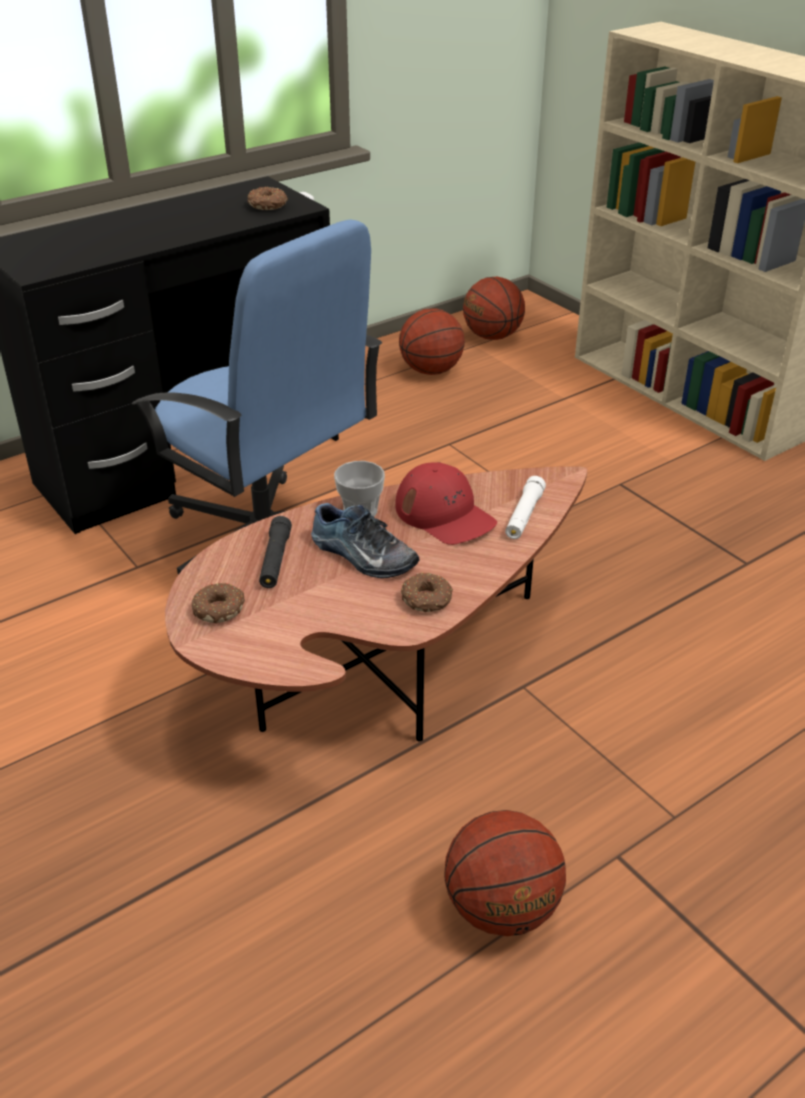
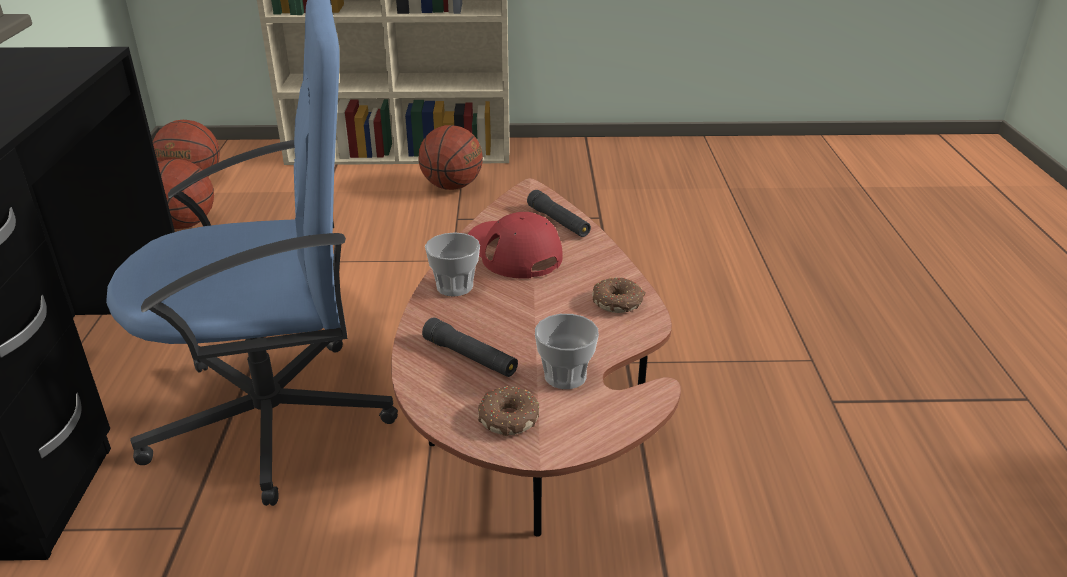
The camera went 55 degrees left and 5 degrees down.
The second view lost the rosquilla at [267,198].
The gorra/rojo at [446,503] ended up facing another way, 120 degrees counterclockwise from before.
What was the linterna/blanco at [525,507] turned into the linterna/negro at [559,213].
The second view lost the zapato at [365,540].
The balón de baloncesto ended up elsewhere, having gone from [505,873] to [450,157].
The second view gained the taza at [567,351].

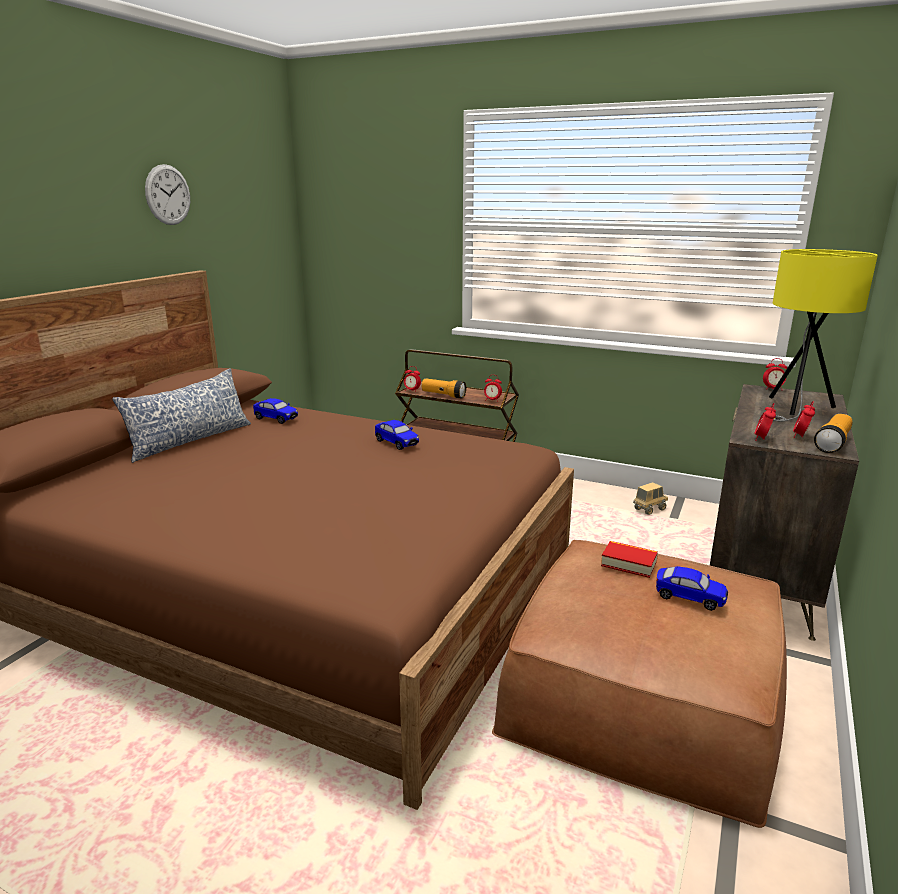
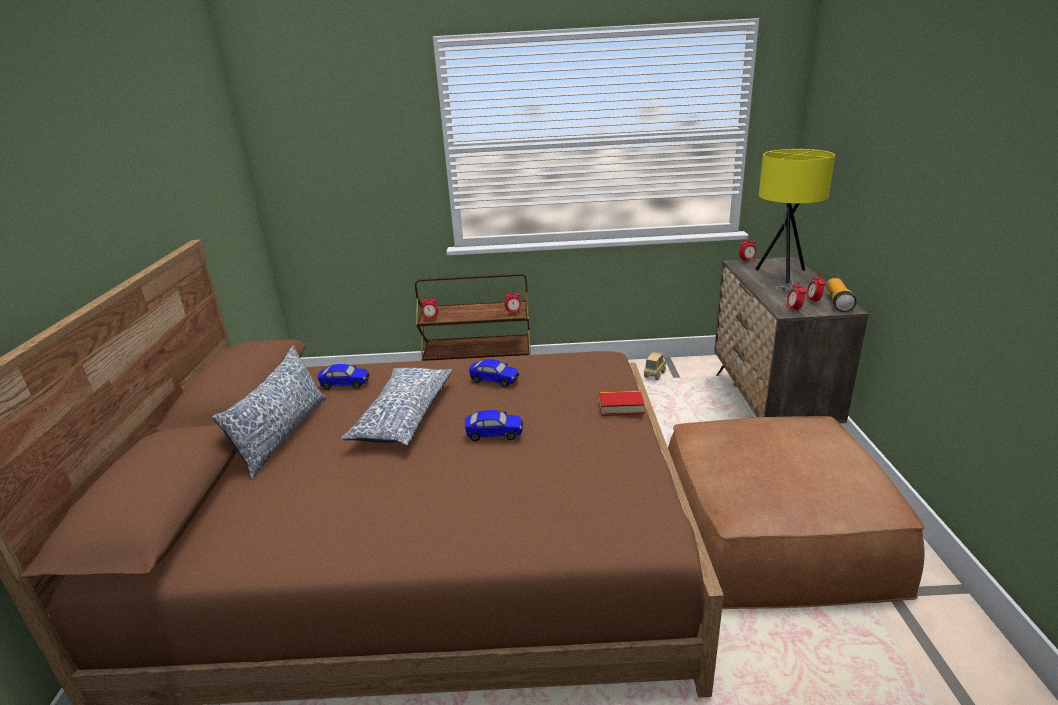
The camera went 25 degrees left and 5 degrees up.
The second view lost the reloj de pared at [167,194].
The second view lost the linterna at [444,389].
The libro ended up elsewhere, having gone from [629,559] to [622,403].
The coche de juguete ended up elsewhere, having gone from [692,588] to [494,425].
The second view gained the cojín at [397,407].

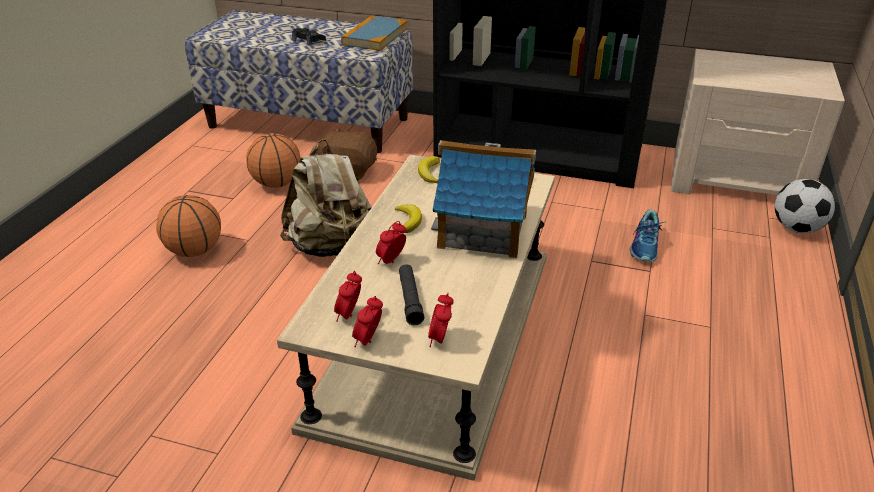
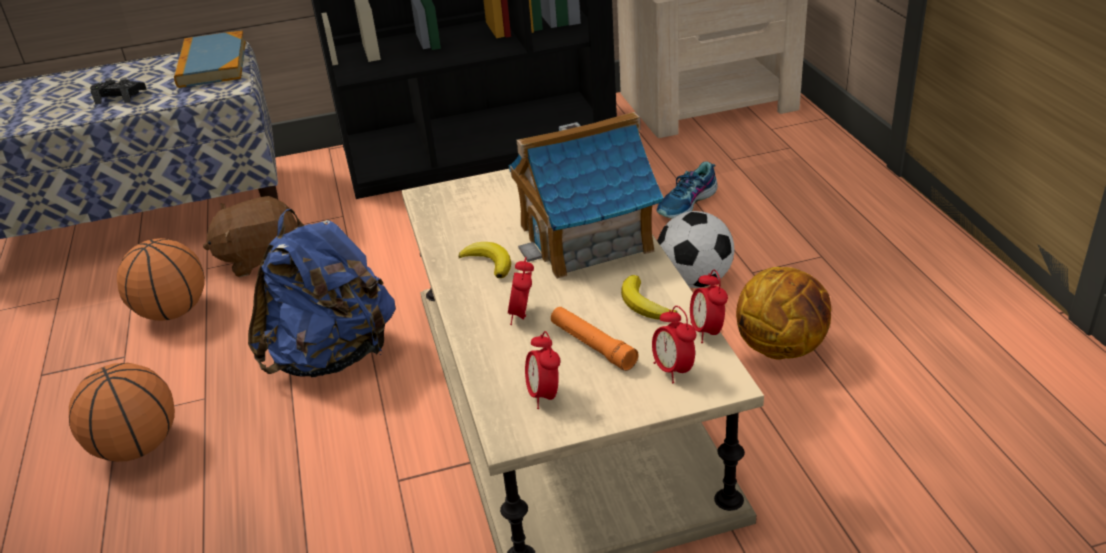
The camera went 30 degrees left and 0 degrees up.
What was the mochila/beis at [326,198] turned into the mochila/azul at [322,293].
The plátano ended up elsewhere, having gone from [429,169] to [649,297].
The balón de fútbol ended up elsewhere, having gone from [805,206] to [695,249].
The zapato at [647,236] ended up facing another way, 60 degrees clockwise from before.
What was the linterna/negro at [411,294] turned into the linterna/naranja at [595,339].
The despertador ended up elsewhere, having gone from [367,321] to [709,306].
The second view gained the balón de baloncesto at [783,313].

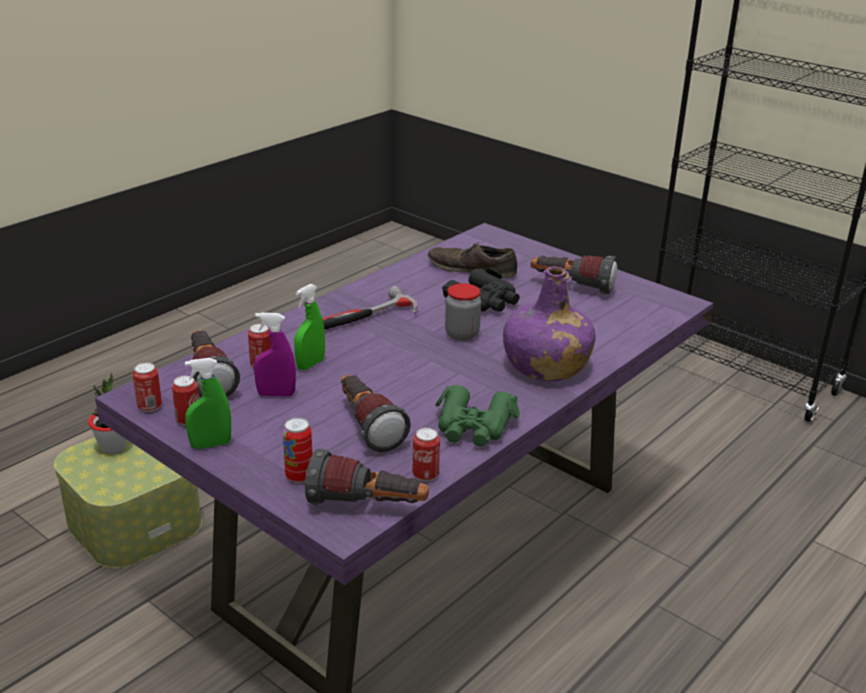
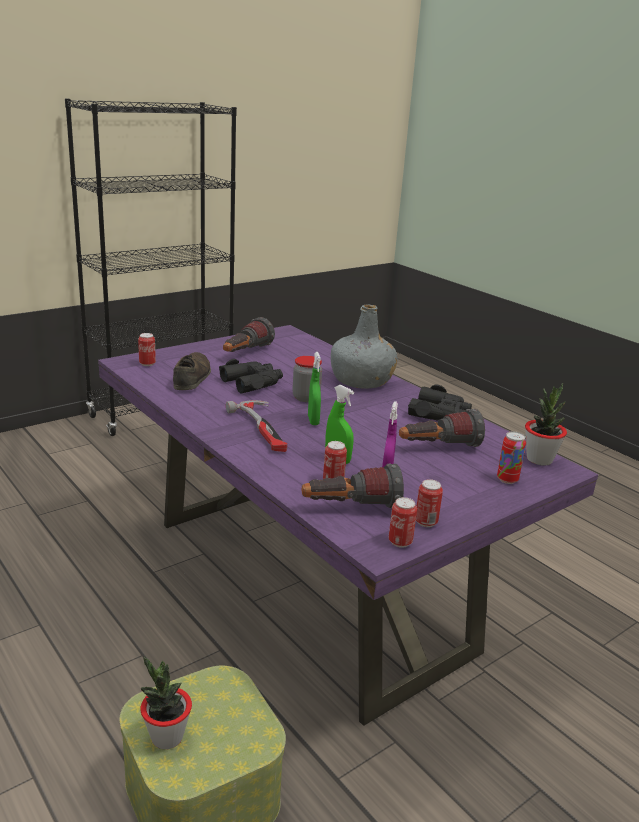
The camera went 80 degrees left and 5 degrees down.
The zapato/marrón at [472,260] ended up facing another way, 150 degrees clockwise from before.
What was the botella/morado at [549,323] turned into the botella/gris at [364,347].
The pulverizador/verde ended up elsewhere, having gone from [208,403] to [314,388].
What was the prismáticos/verde at [477,416] turned into the prismáticos/negro at [440,403].
The lata ended up elsewhere, having gone from [426,454] to [147,349].
Where the linterna stood at [367,477], the planta en maceta came to stand at [546,424].

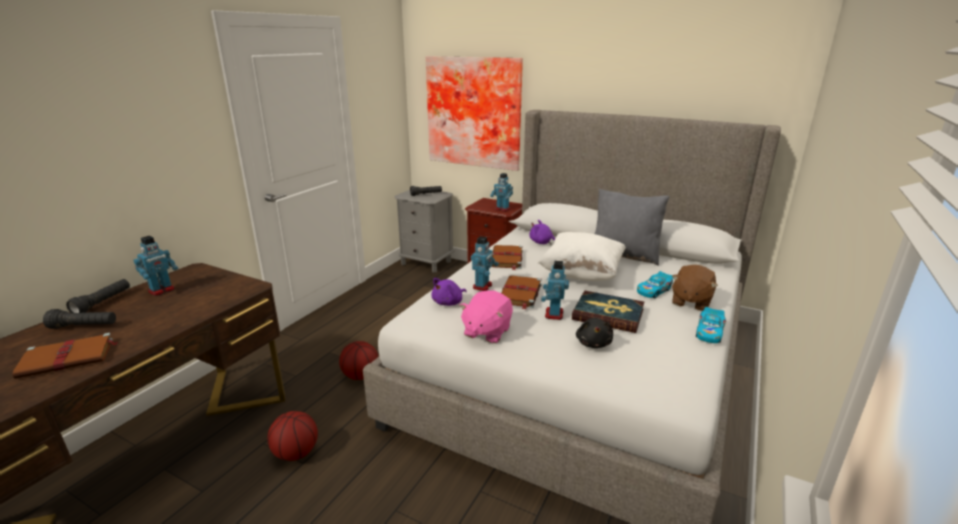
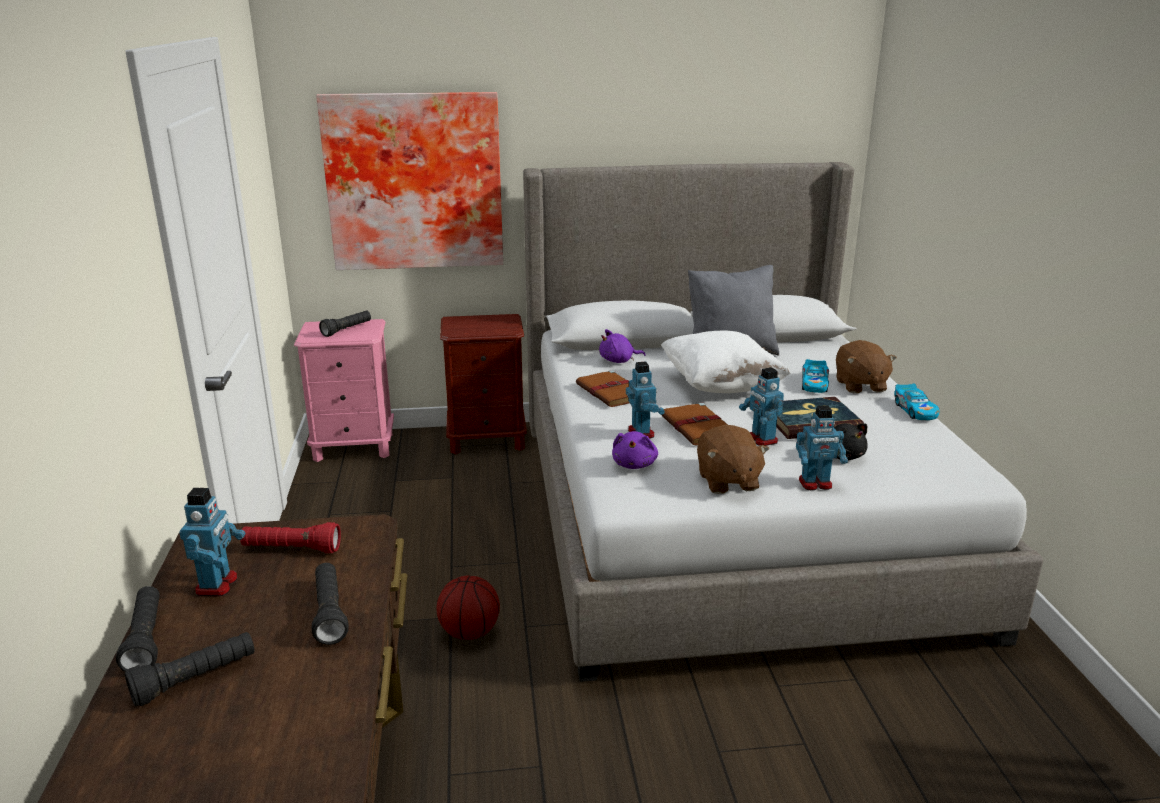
The camera went 35 degrees left and 0 degrees up.
The robot de juguete ended up elsewhere, having gone from [501,192] to [822,447].
What was the mesita de noche/gris at [424,231] turned into the mesita de noche/rosa at [344,390].
What was the peluche/rosa at [486,316] turned into the peluche/marrón at [733,459].
The second view lost the libro/marrón at [65,356].
The second view lost the balón de baloncesto at [292,436].
The second view gained the linterna/rojo at [290,537].
The second view gained the linterna/negro at [330,604].

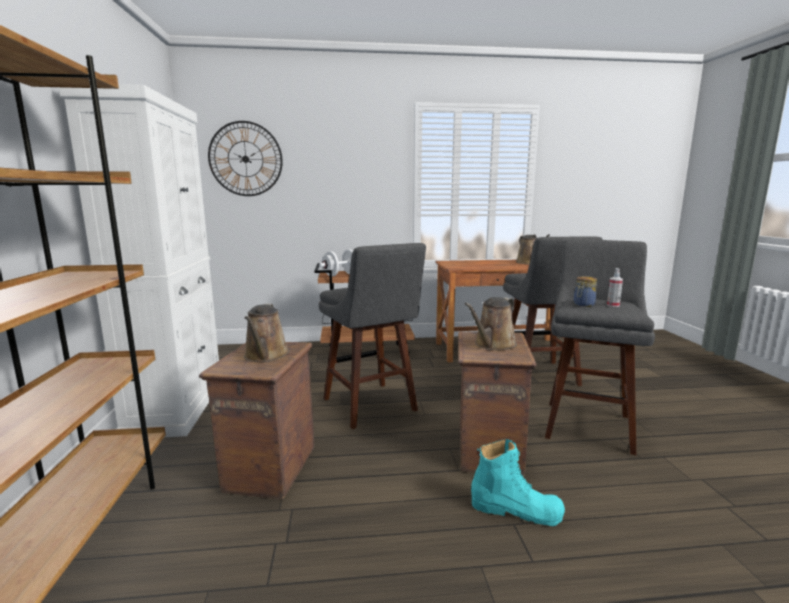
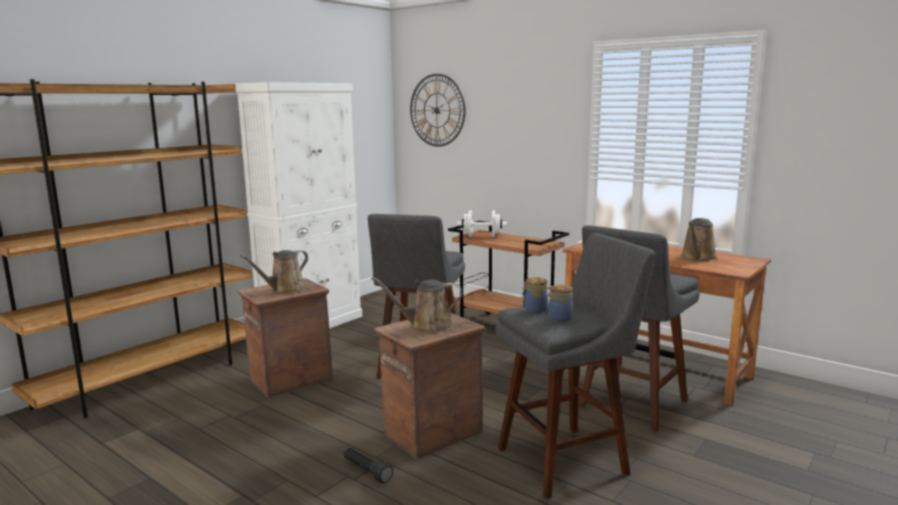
The camera went 45 degrees right and 0 degrees up.
Where the pulverizador stood at [615,287], the tarro came to stand at [560,303].
Where the bota/turquesa stood at [518,482], the linterna/negro came to stand at [368,465].

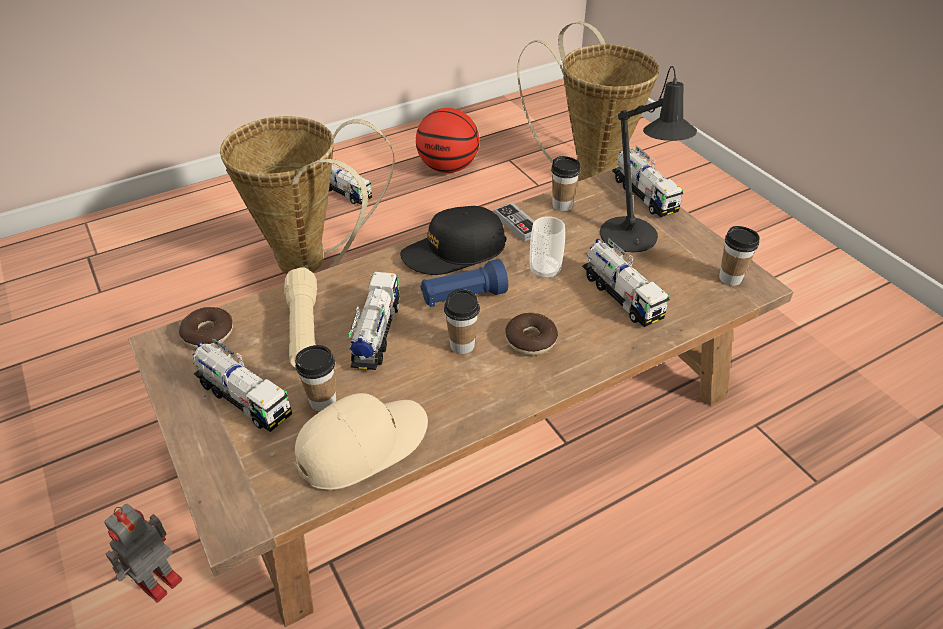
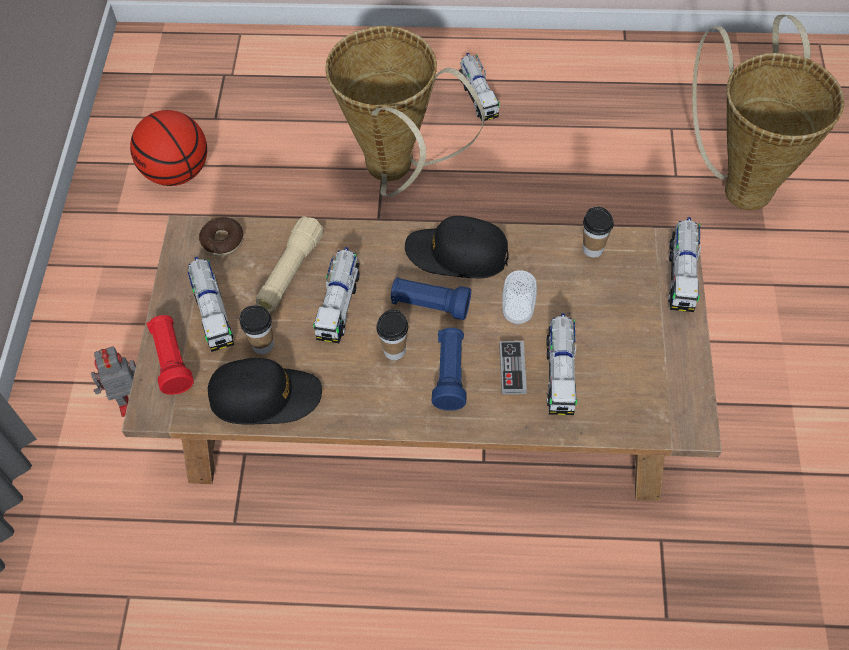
The camera went 35 degrees right and 15 degrees up.
The second view lost the lámpara de mesa/negro at [648,159].
The balón de baloncesto ended up elsewhere, having gone from [447,140] to [168,148].
The mando de consola ended up elsewhere, having gone from [514,222] to [513,367].
The second view lost the taza at [739,256].
The camión de juguete at [374,321] ended up facing another way, 150 degrees clockwise from before.
Where the rosquilla stood at [531,334], the linterna/azul came to stand at [449,369].
What was the gorra/beis at [360,441] turned into the gorra/negro at [265,391].
The second view gained the linterna/rojo at [170,355].

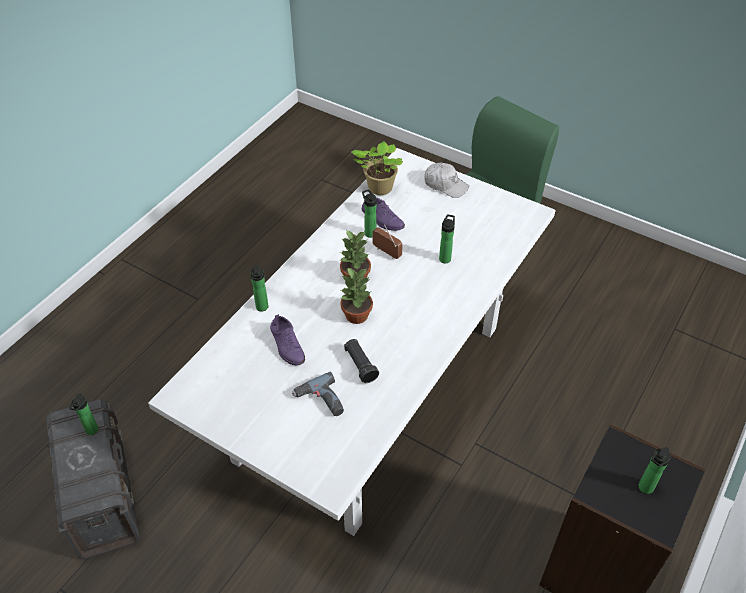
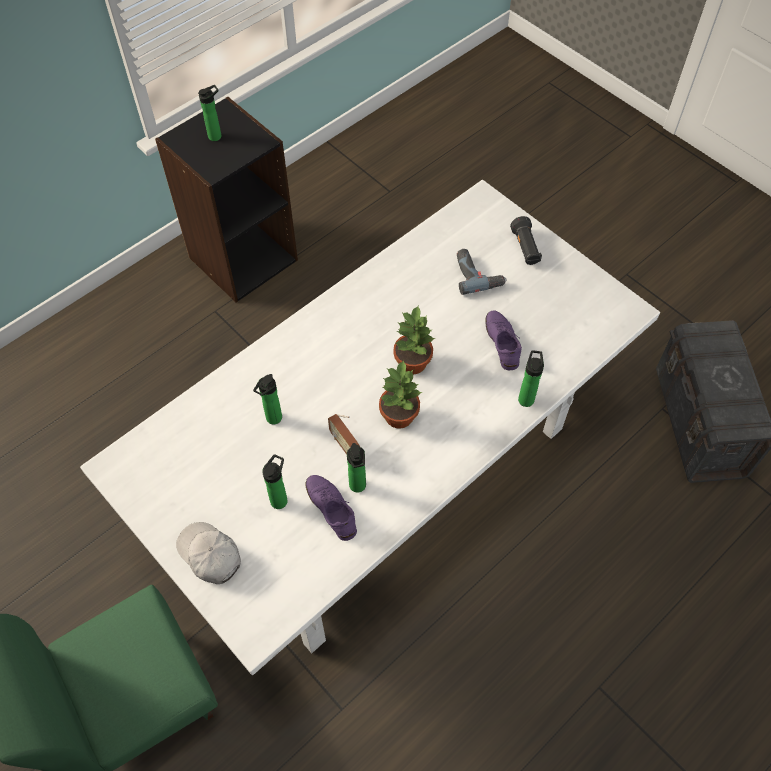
The camera went 165 degrees left and 10 degrees up.
The second view lost the planta en maceta at [377,168].
The linterna/negro ended up elsewhere, having gone from [361,361] to [526,240].
The botella ended up elsewhere, having gone from [84,414] to [275,481].

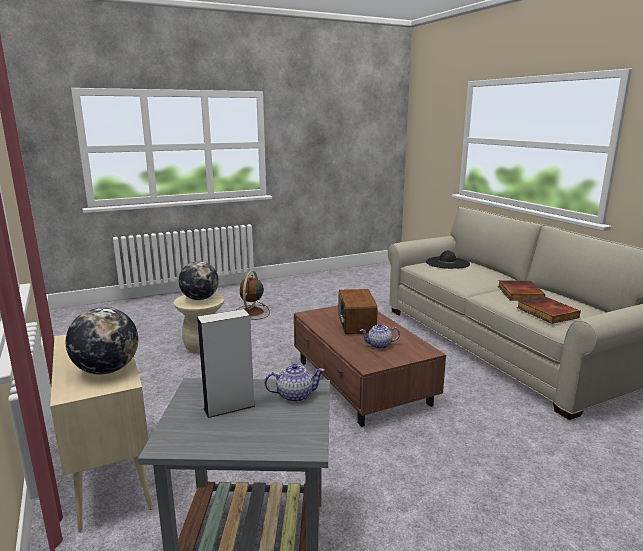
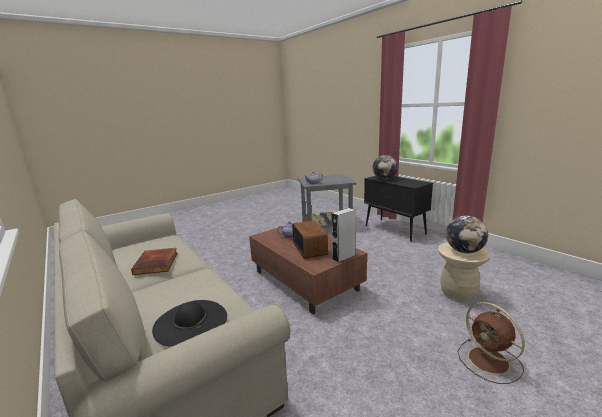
The camera went 170 degrees right and 0 degrees up.
The ventilador/marrón at [253,295] ended up facing another way, 150 degrees clockwise from before.
The second view lost the libro at [549,310].
The altavoz/gris ended up elsewhere, having gone from [226,363] to [343,235].
What was the armario/beis at [101,432] turned into the armario/negro at [398,209].

